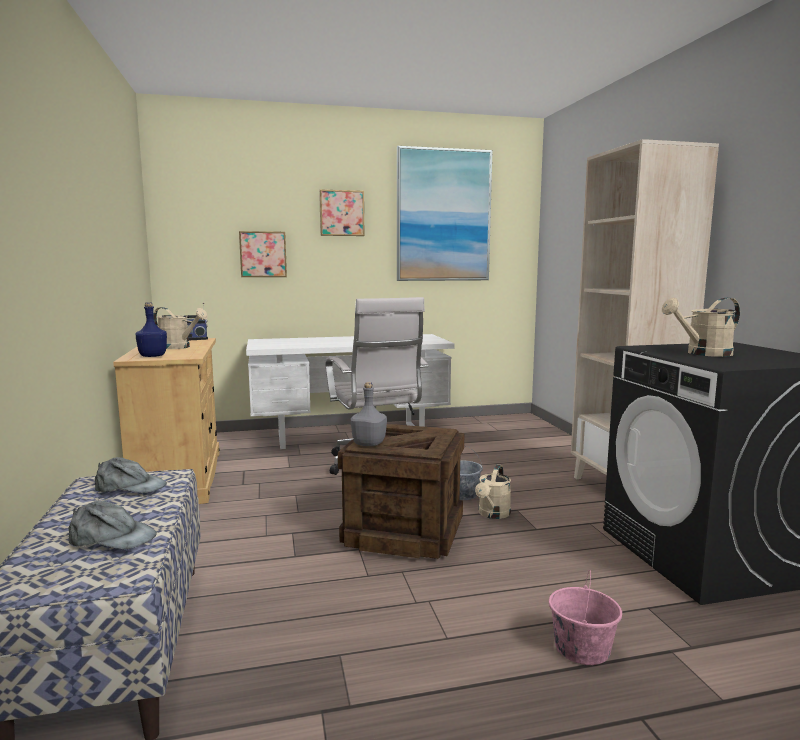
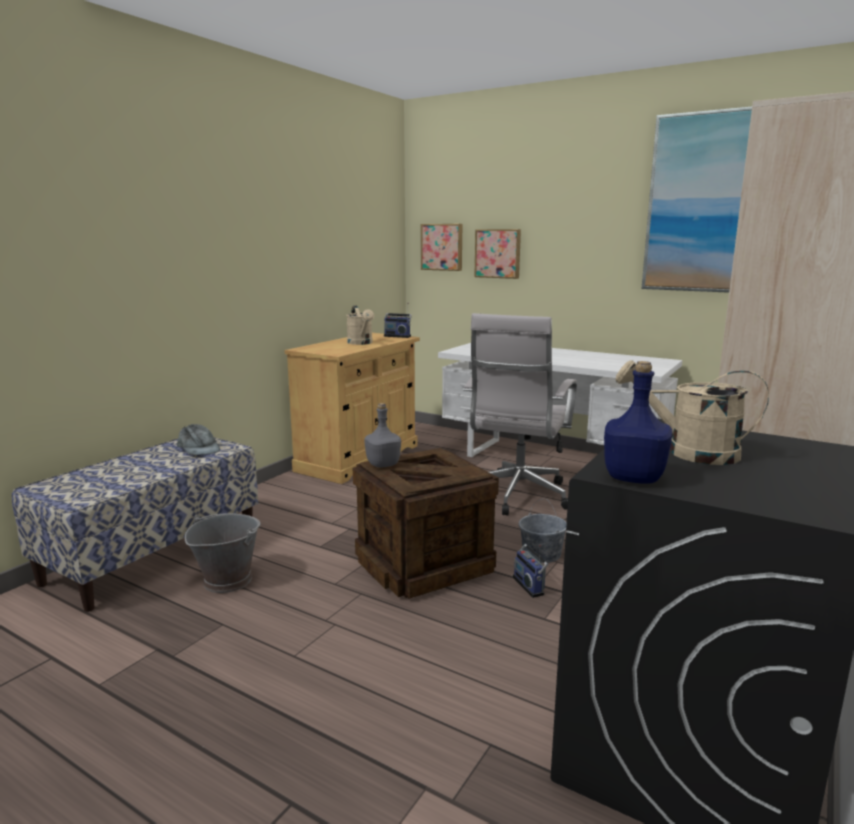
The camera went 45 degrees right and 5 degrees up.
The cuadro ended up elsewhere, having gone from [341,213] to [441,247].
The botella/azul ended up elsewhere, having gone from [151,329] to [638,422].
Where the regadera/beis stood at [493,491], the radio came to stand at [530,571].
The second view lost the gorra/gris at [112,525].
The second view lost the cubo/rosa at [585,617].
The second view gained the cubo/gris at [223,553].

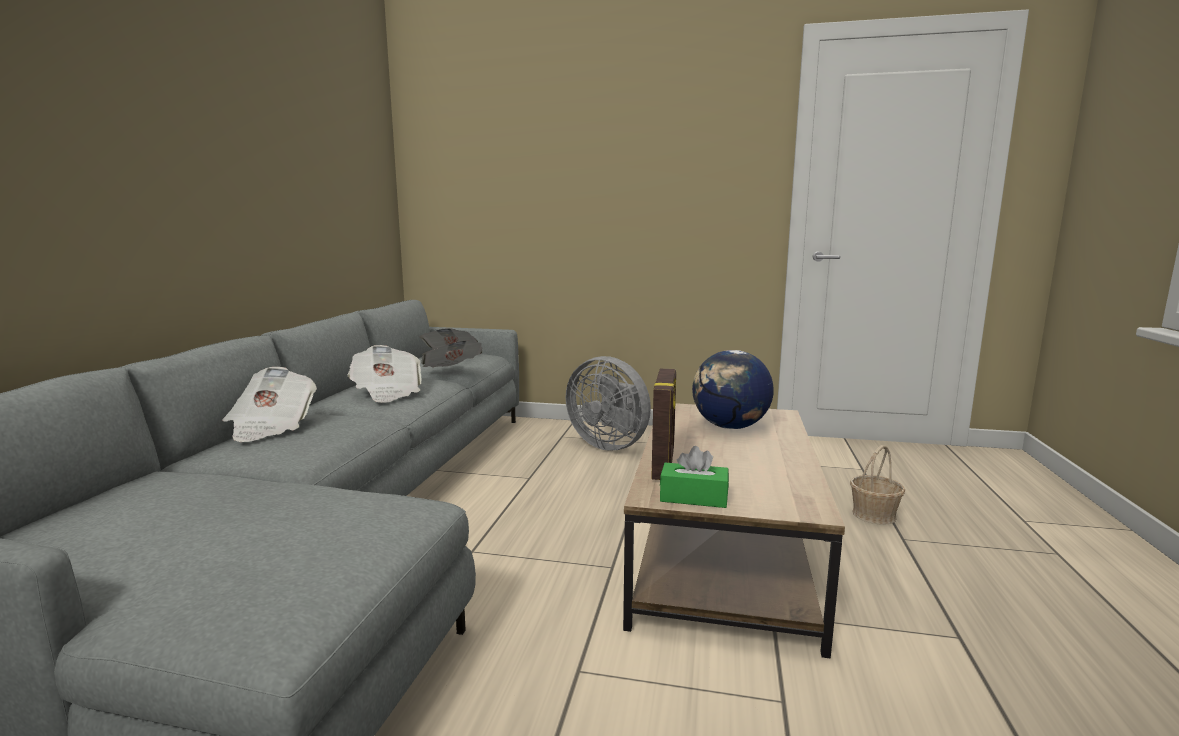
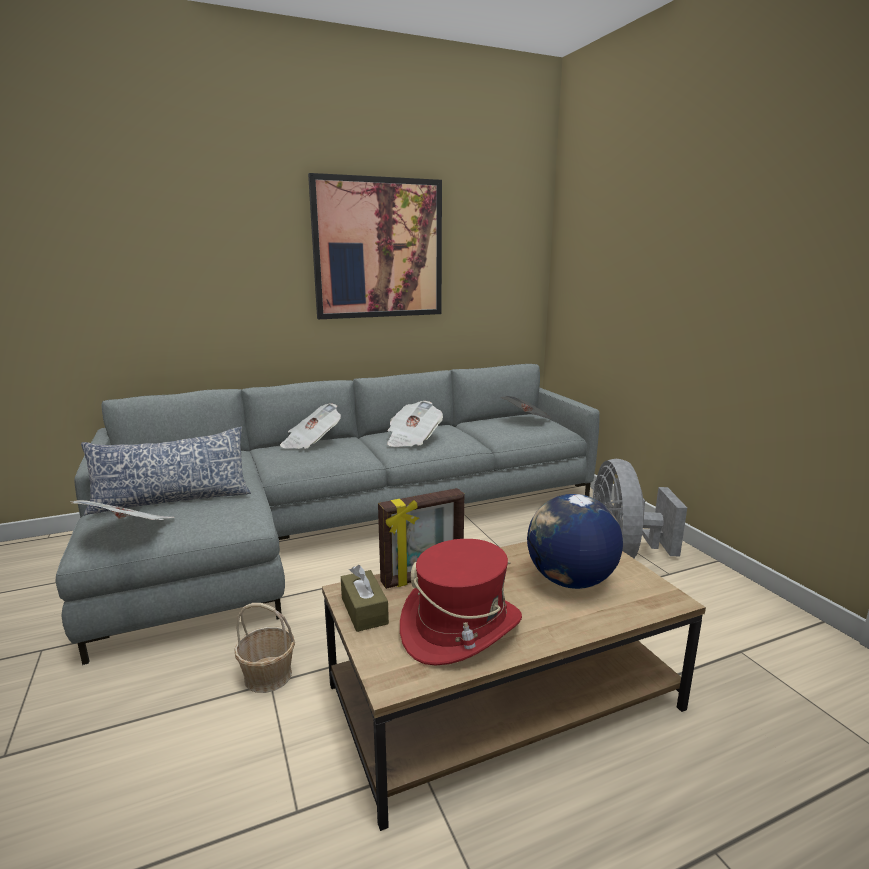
The camera went 55 degrees right and 5 degrees up.
The periódico ended up elsewhere, having gone from [452,353] to [122,510].
The cesta ended up elsewhere, having gone from [877,485] to [265,648].
What was the caja de pañuelos/verde at [694,477] turned into the caja de pañuelos/marrón at [365,598].
The second view gained the cuadro at [375,246].
The second view gained the cojín at [166,471].
The second view gained the sombrero/rojo at [461,602].

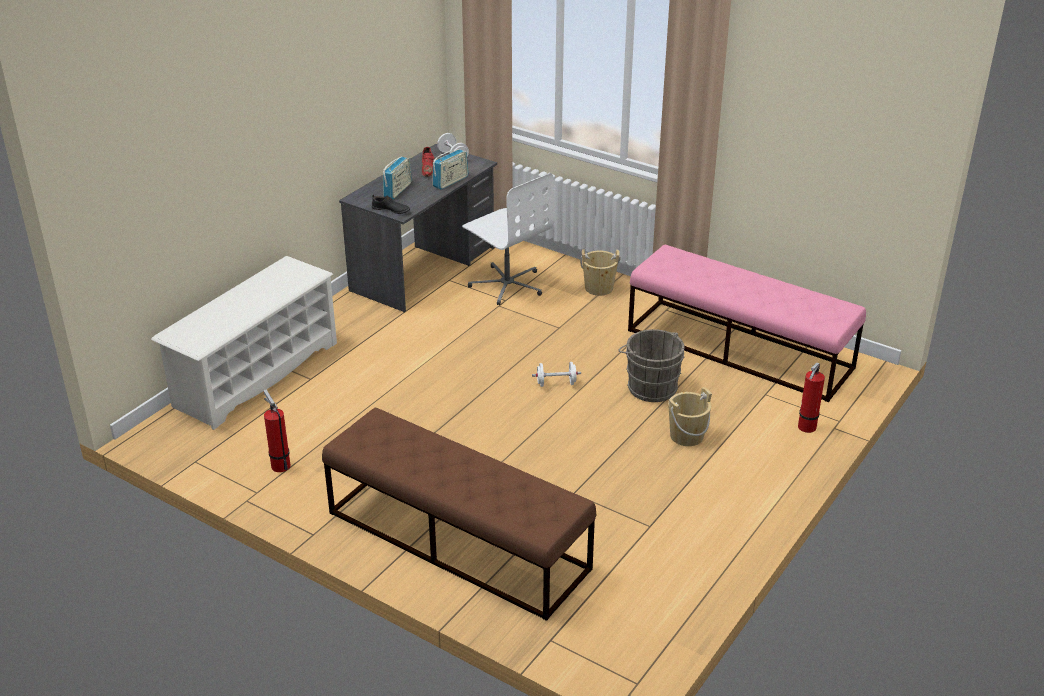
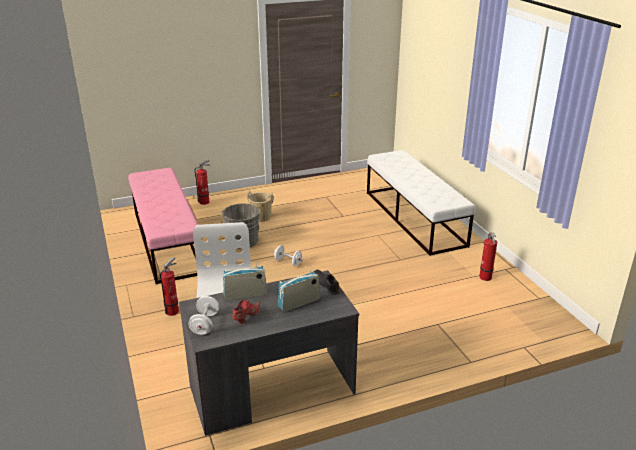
The camera went 145 degrees left and 5 degrees down.
Where the cubo/beis stood at [600,272], the extintor came to stand at [169,286].
The second view lost the zapatero/blanco at [244,343].
What was the banco/marrón at [459,514] turned into the banco/blanco at [421,203].

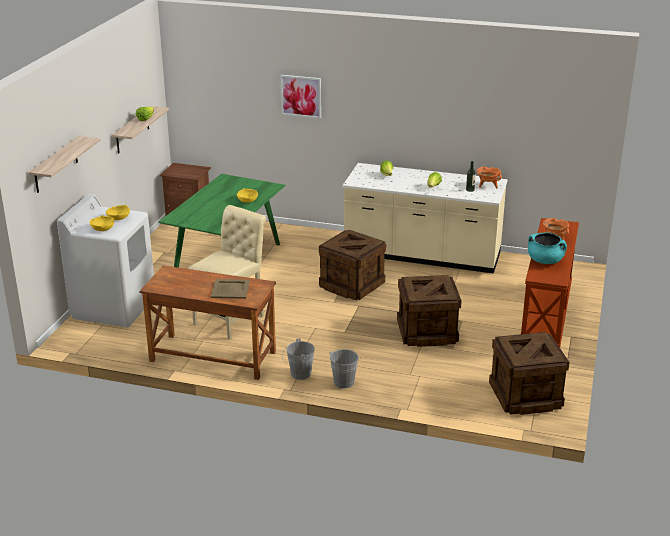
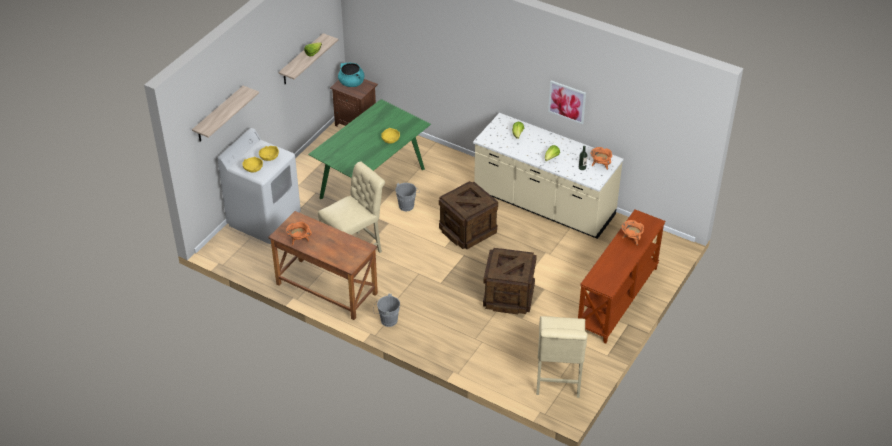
The camera went 15 degrees right and 15 degrees up.
The cuadro ended up elsewhere, having gone from [300,97] to [567,102].
The olla/turquesa ended up elsewhere, having gone from [547,248] to [351,75].
The second view lost the bandeja/beis at [230,289].
Where the caja de embalaje stood at [529,373], the silla/beis came to stand at [562,357].
The cubo/gris ended up elsewhere, having gone from [344,368] to [407,197].
The second view gained the olla/naranja at [299,233].

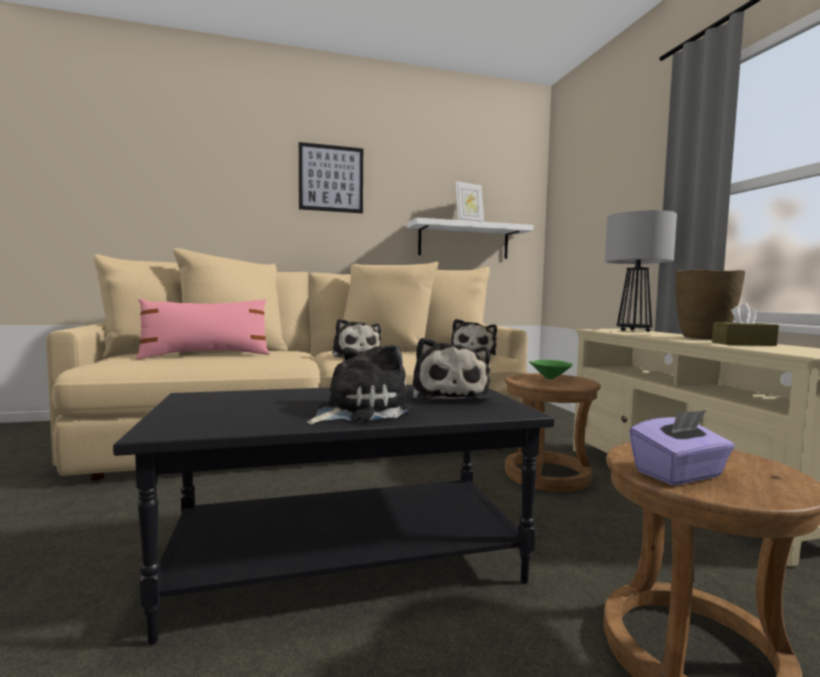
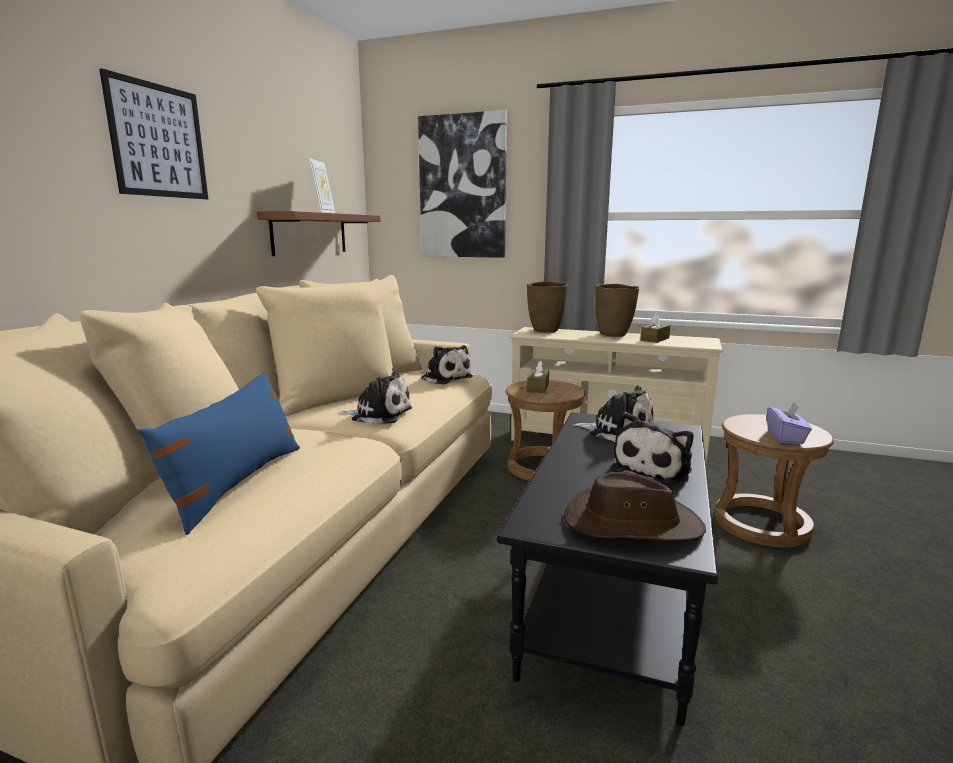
The camera went 55 degrees left and 10 degrees up.
Where the lámpara de mesa stood at [641,271], the florero/marrón came to stand at [547,307].
What was the estante/blanco at [470,238] turned into the estante/marrón at [319,233].
What was the cojín/rosa at [203,329] turned into the cojín/azul at [218,453].
The peluche at [359,384] ended up facing another way, 135 degrees counterclockwise from before.
Where the cuenco/verde stood at [551,369], the caja de pañuelos/marrón came to stand at [538,376].
The second view gained the cuadro at [462,184].
The second view gained the sombrero/marrón at [635,507].

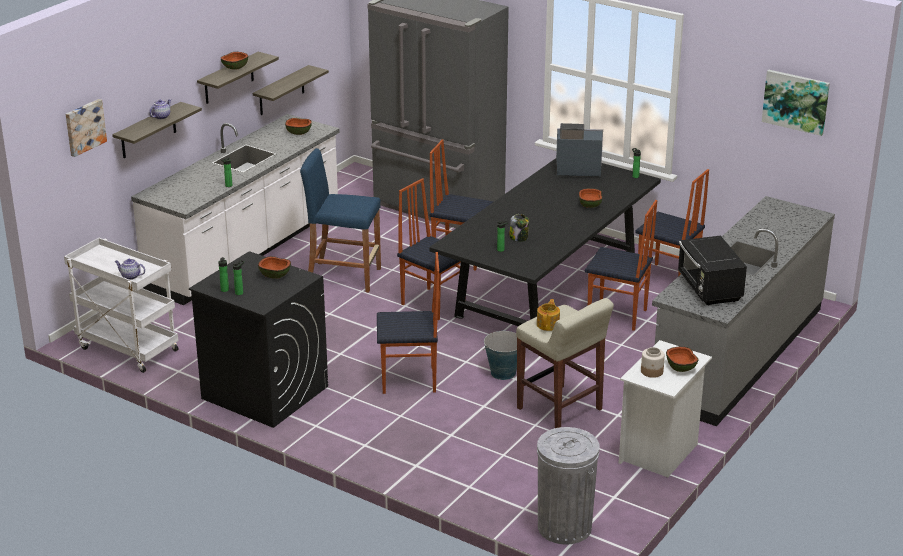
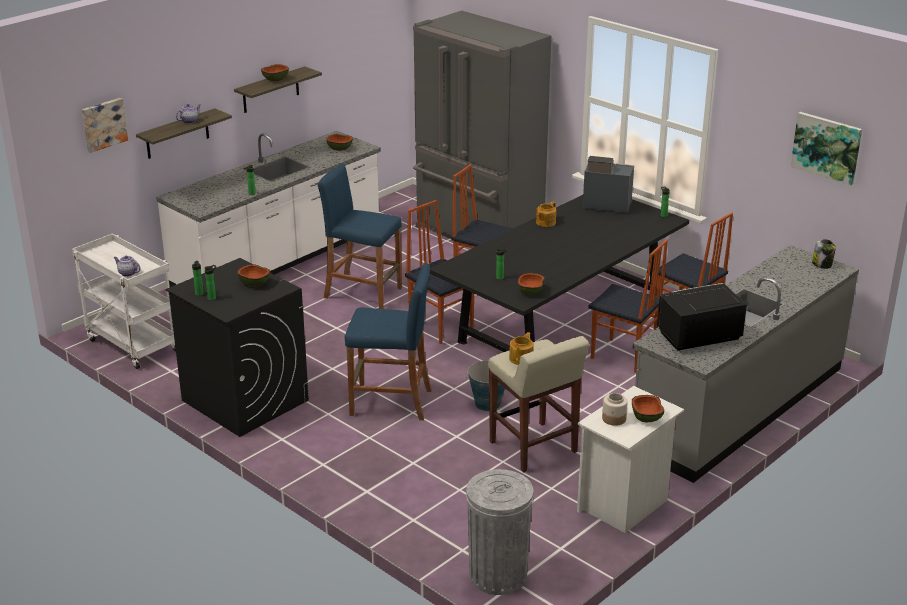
The camera went 10 degrees right and 0 degrees up.
The second view lost the estante at [291,90].
The cuenco ended up elsewhere, having gone from [590,198] to [531,284].
The tarro ended up elsewhere, having gone from [519,228] to [824,254].
The microondas/negro at [712,270] ended up facing another way, 75 degrees clockwise from before.
Where the silla stood at [408,323], the taburete/azul came to stand at [388,342].
The second view gained the tetera at [546,214].

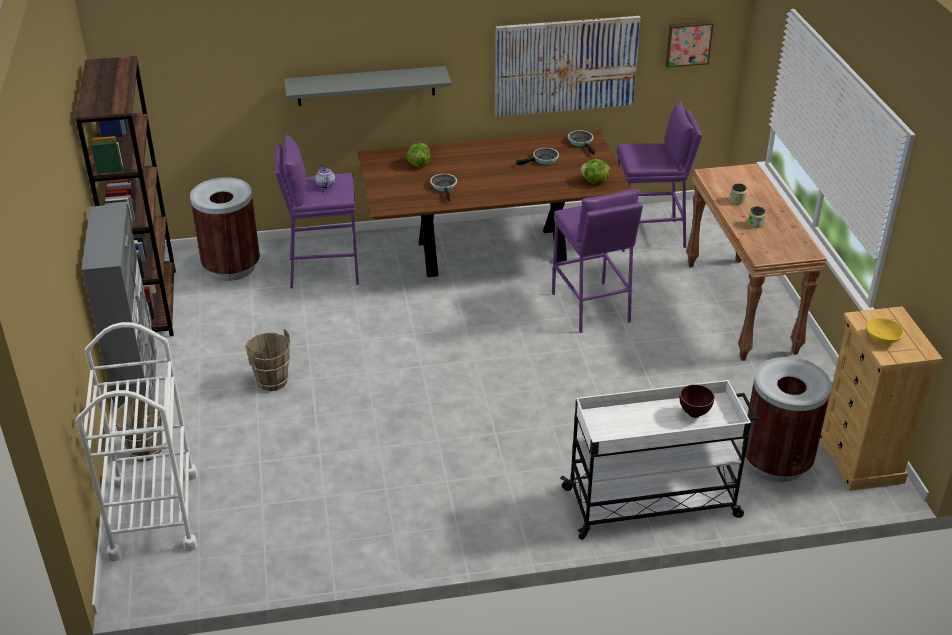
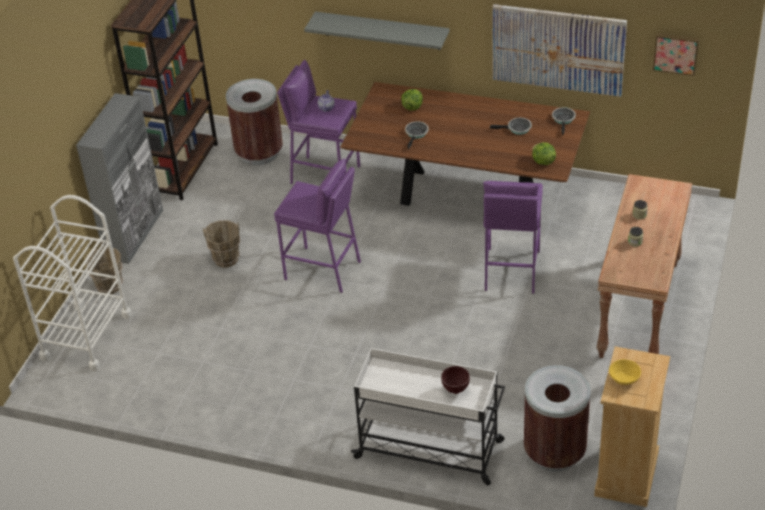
The camera went 30 degrees right and 5 degrees up.
The taburete/morado ended up elsewhere, having gone from [659,177] to [317,226].

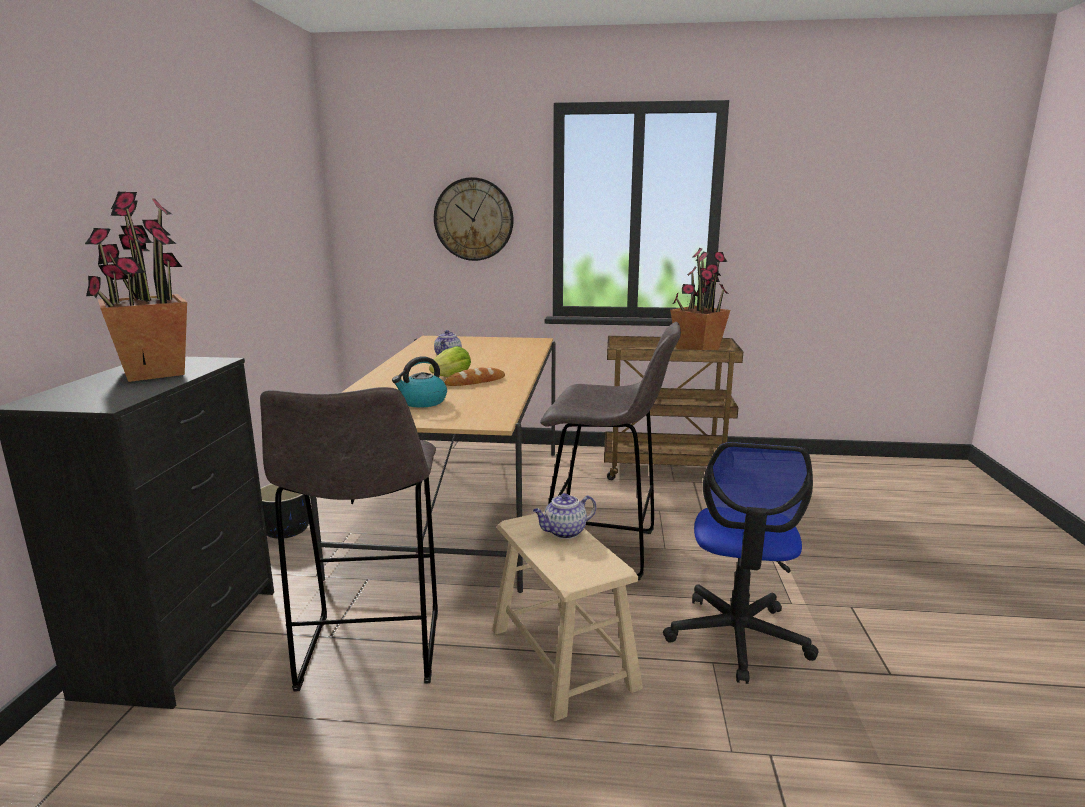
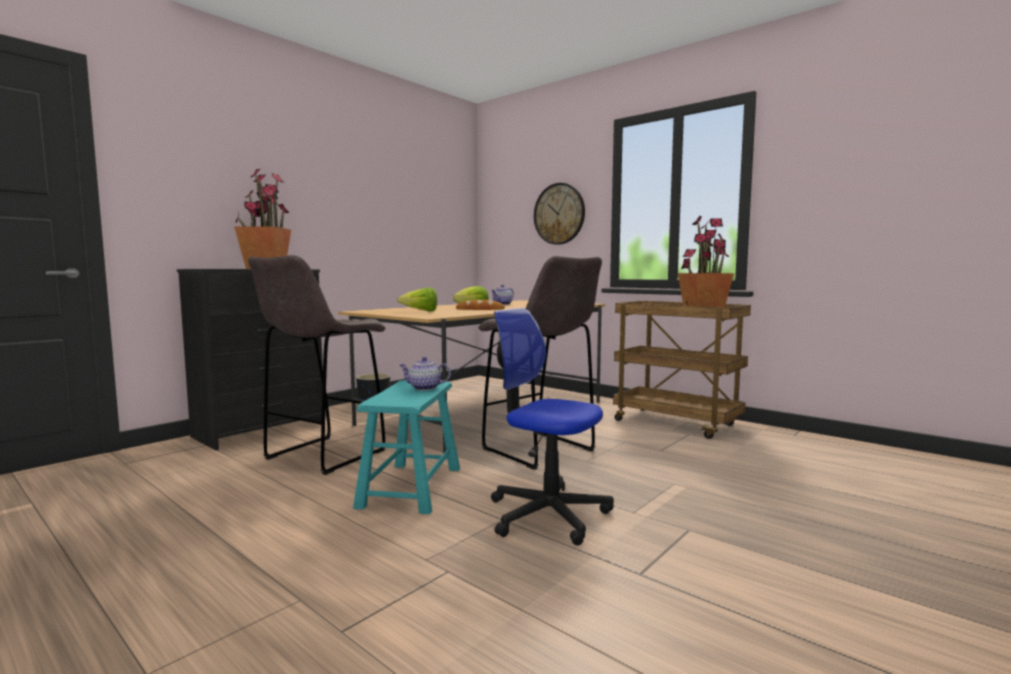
The camera went 35 degrees right and 10 degrees down.
Where the hervidor stood at [419,382], the lechuga came to stand at [417,299].
The silla de oficina at [740,563] ended up facing another way, 75 degrees clockwise from before.
What was the taburete/beis at [567,616] turned into the taburete/turquesa at [406,447].

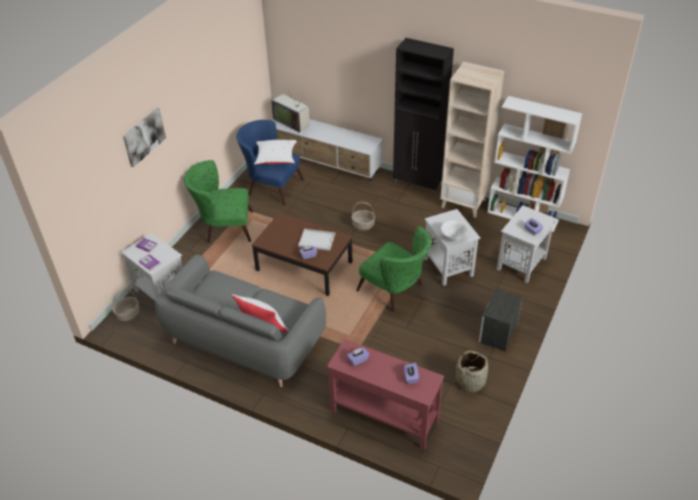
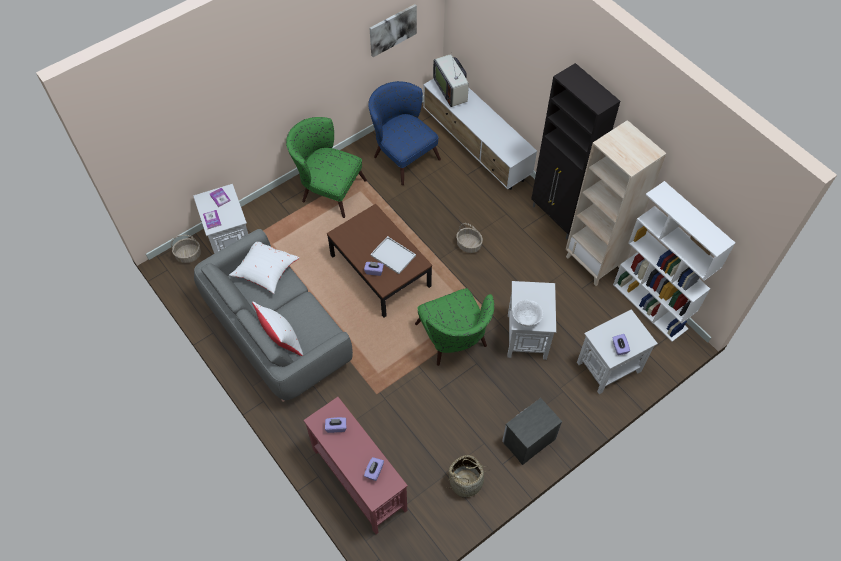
The camera went 25 degrees right and 15 degrees up.
The cuadro ended up elsewhere, having gone from [144,137] to [393,30].
The cojín/blanco ended up elsewhere, having gone from [275,152] to [264,268].

